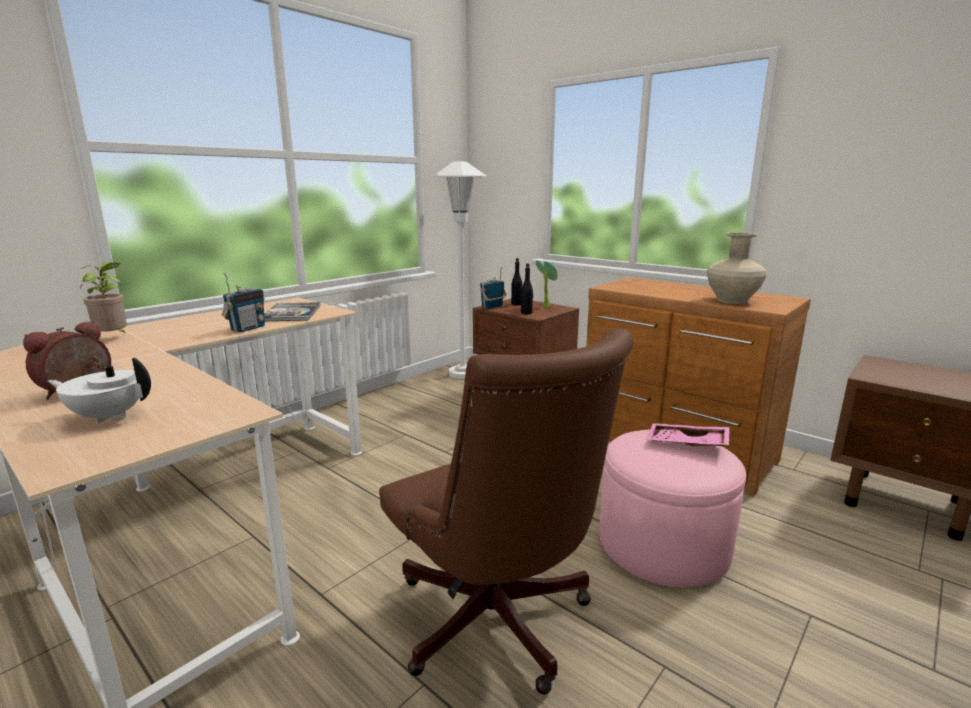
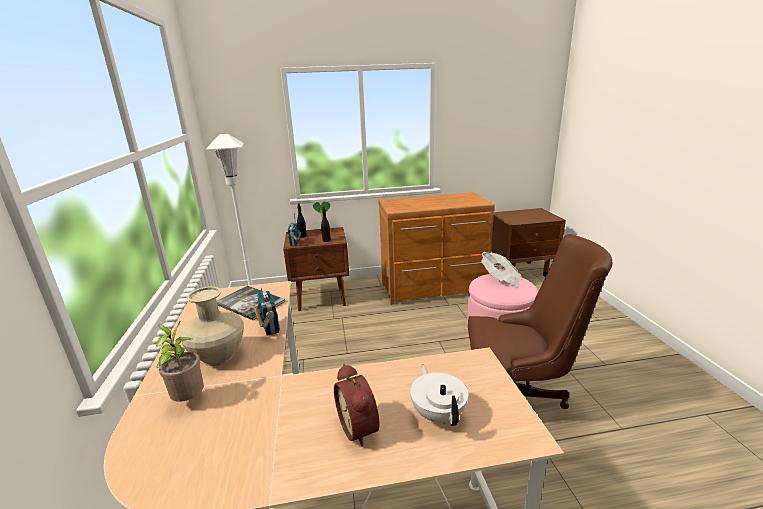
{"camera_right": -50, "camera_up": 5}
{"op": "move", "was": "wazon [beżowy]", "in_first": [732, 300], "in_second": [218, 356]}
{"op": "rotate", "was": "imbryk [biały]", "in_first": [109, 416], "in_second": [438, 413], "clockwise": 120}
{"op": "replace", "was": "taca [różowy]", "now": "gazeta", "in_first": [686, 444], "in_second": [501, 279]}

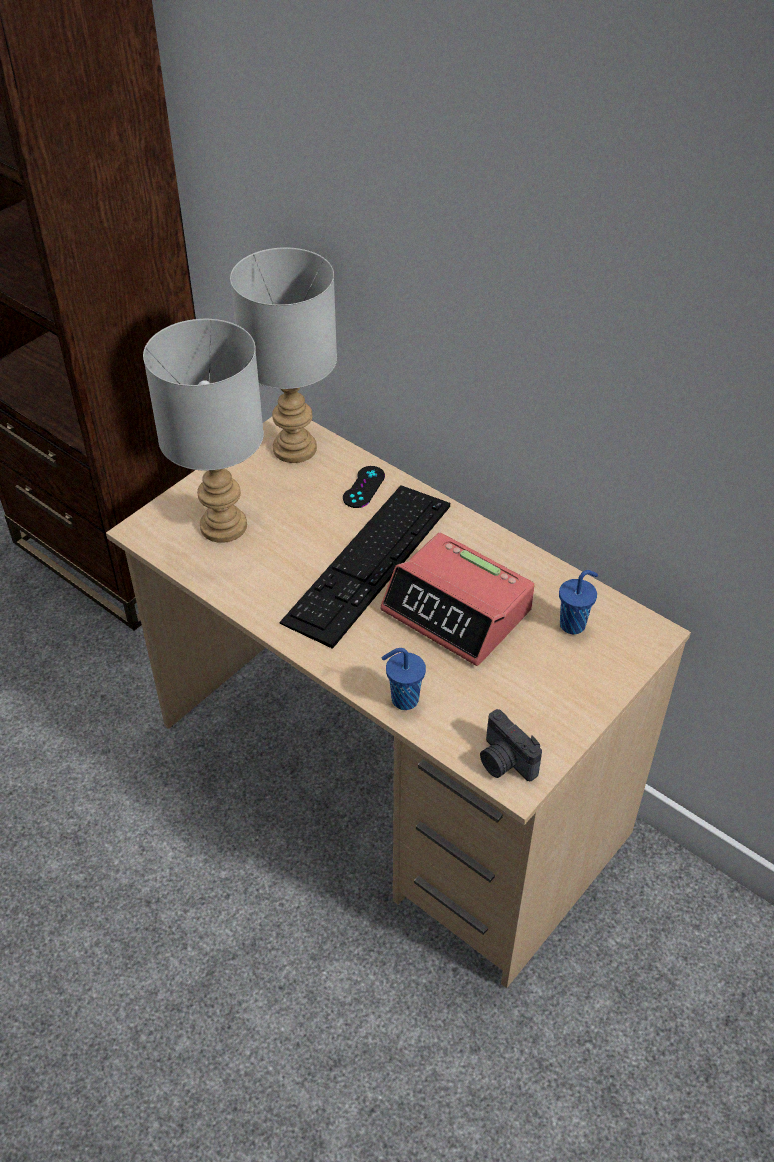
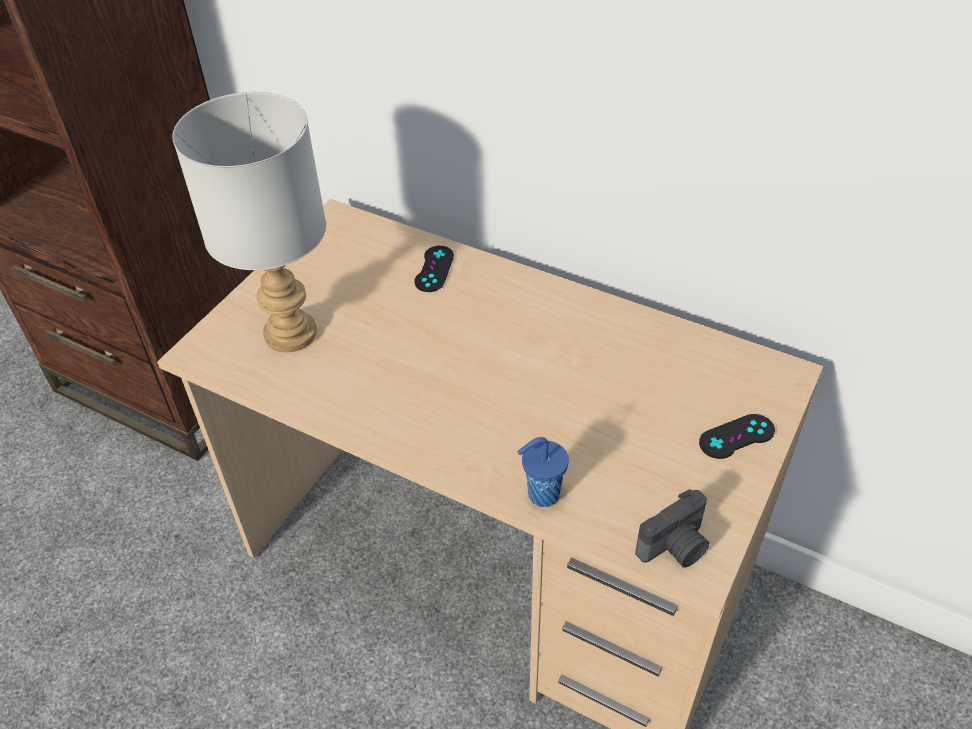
{"camera_right": -10, "camera_up": 0}
{"op": "delete", "was": "lampa stołowa [szary]", "in_first": [296, 448]}
{"op": "delete", "was": "klawiatura", "in_first": [368, 562]}
{"op": "delete", "was": "budzik", "in_first": [457, 611]}
{"op": "delete", "was": "filiżanka [niebieski]", "in_first": [574, 624]}
{"op": "rotate", "was": "aparat fotograficzny", "in_first": [504, 762], "in_second": [676, 547], "clockwise": -75}
{"op": "insert", "now": "pad do gier [czarny]", "in_second": [736, 436]}

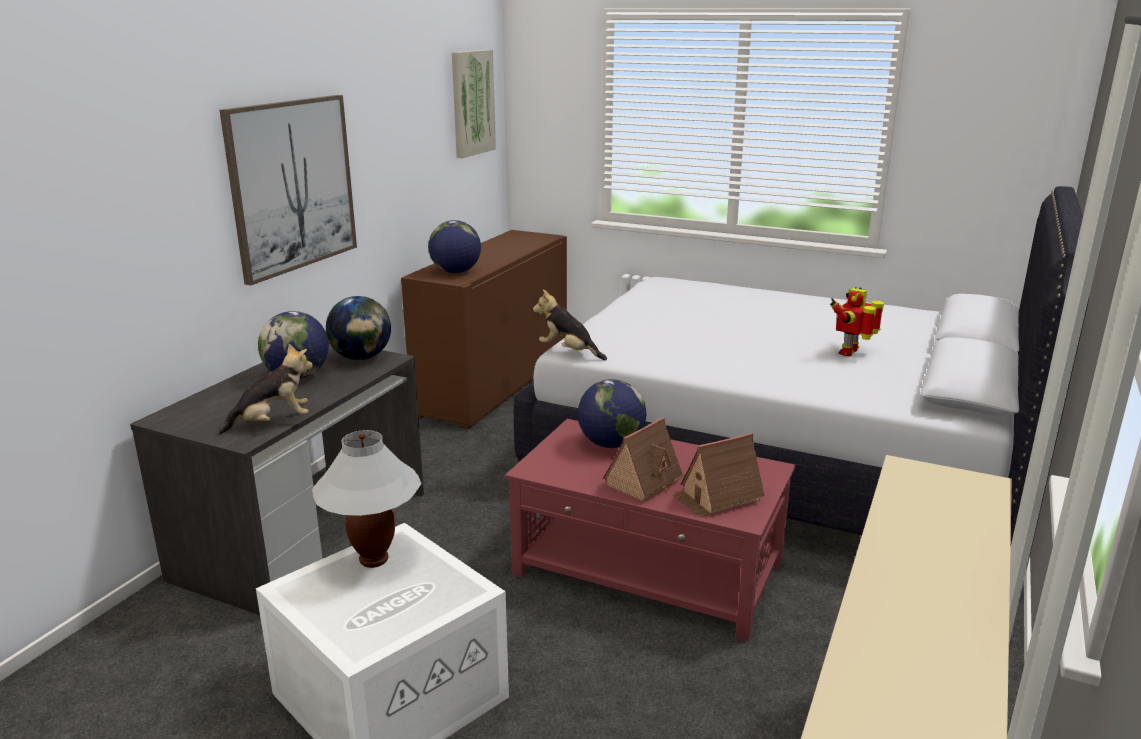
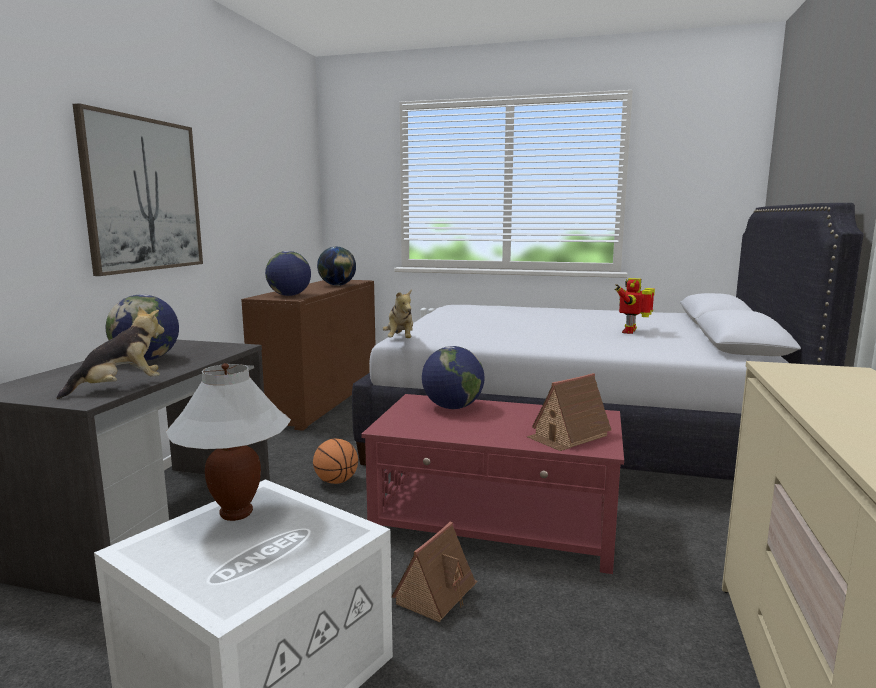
{"camera_right": -10, "camera_up": -10}
{"op": "delete", "was": "obraz", "in_first": [472, 103]}
{"op": "rotate", "was": "pluszak", "in_first": [568, 352], "in_second": [400, 340], "clockwise": -120}
{"op": "move", "was": "globus", "in_first": [361, 358], "in_second": [337, 285]}
{"op": "move", "was": "domek", "in_first": [645, 481], "in_second": [436, 594]}
{"op": "insert", "now": "piłka do koszykówki", "in_second": [336, 481]}

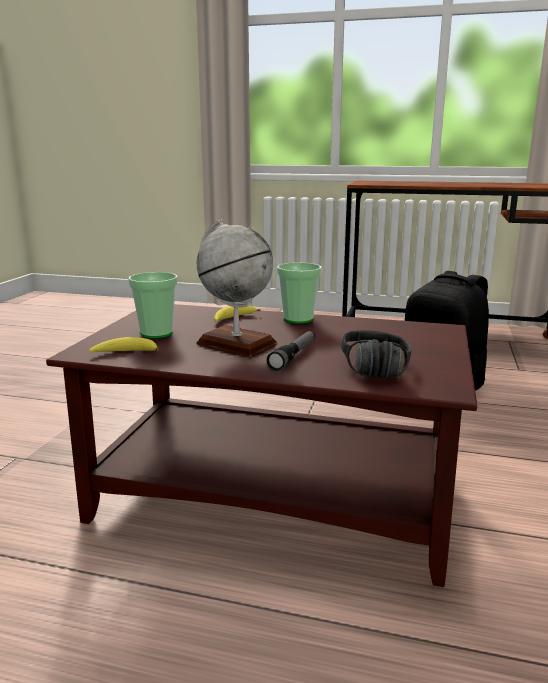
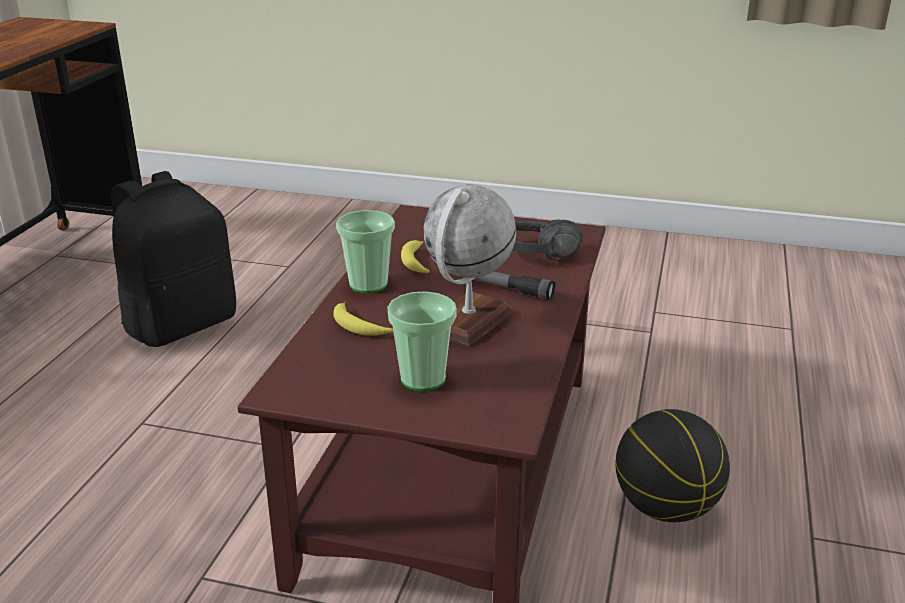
{"camera_right": -90, "camera_up": 10}
{"op": "move", "was": "banan", "in_first": [125, 353], "in_second": [415, 263]}
{"op": "insert", "now": "piłka do koszykówki", "in_second": [666, 507]}

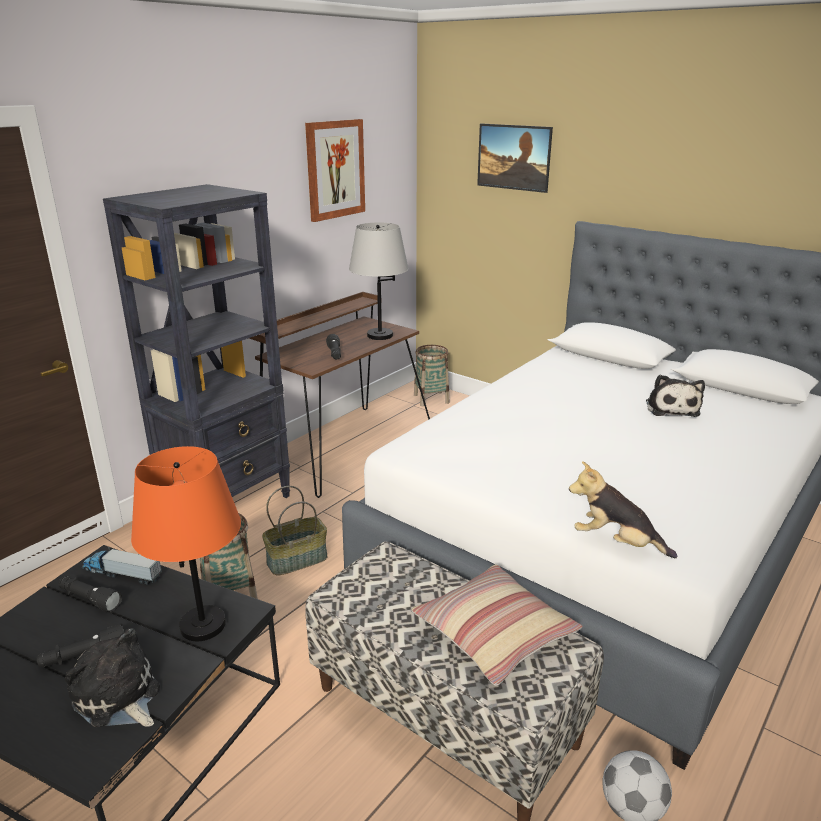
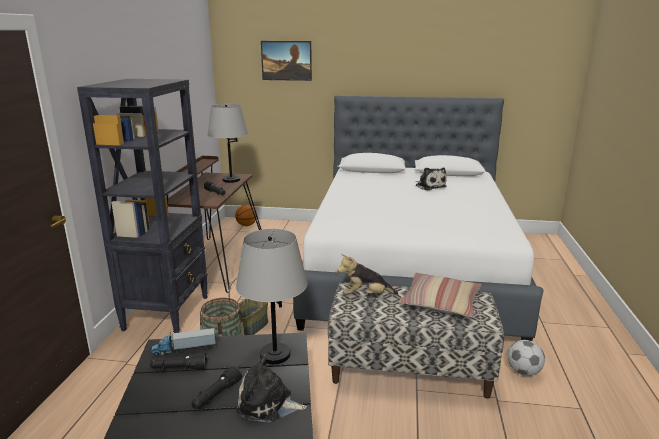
{"camera_right": -30, "camera_up": -5}
{"op": "delete", "was": "obraz", "in_first": [335, 169]}
{"op": "replace", "was": "koszyk", "now": "piłka do koszykówki", "in_first": [431, 399], "in_second": [246, 225]}
{"op": "recolor", "was": "lampa stołowa [pomarańczowy]", "now": "lampa stołowa [szary]", "in_first": [202, 625], "in_second": [274, 355]}
{"op": "move", "was": "pluszak", "in_first": [616, 543], "in_second": [365, 295]}

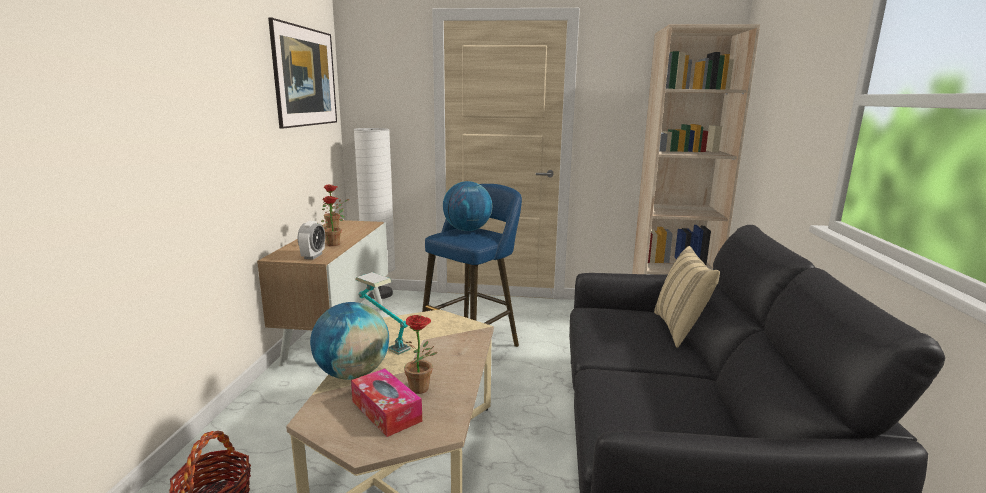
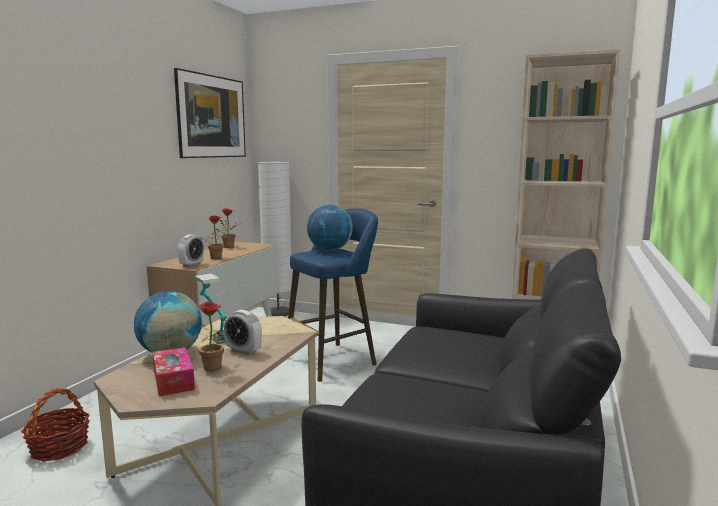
{"camera_right": 15, "camera_up": -5}
{"op": "delete", "was": "poduszka [beżowy]", "in_first": [680, 329]}
{"op": "insert", "now": "budzik", "in_second": [243, 351]}

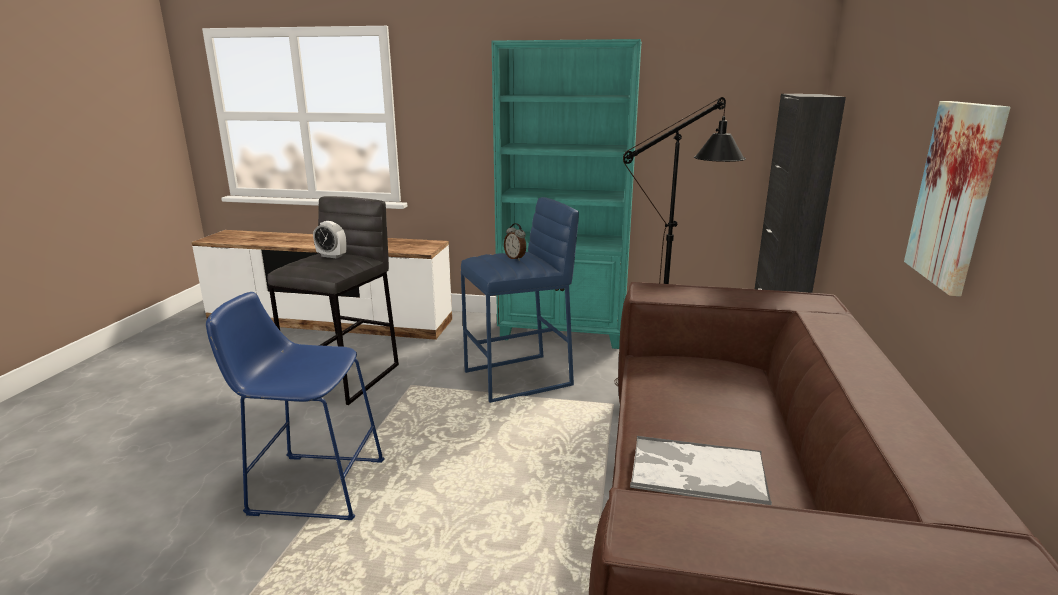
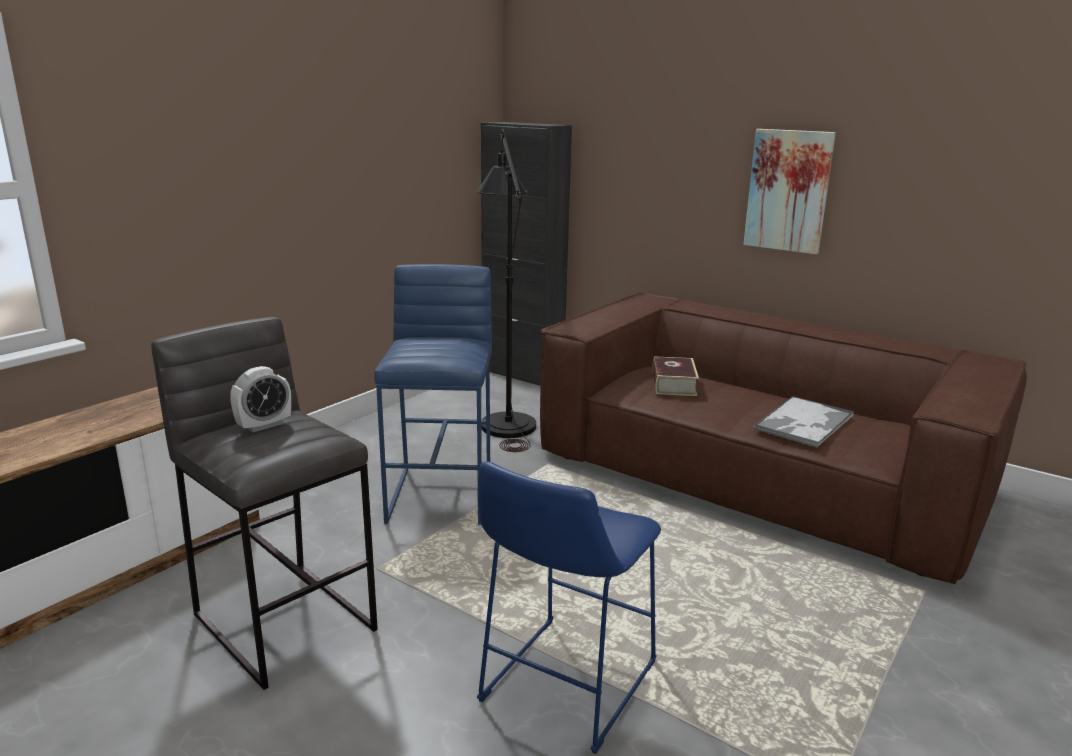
{"camera_right": -65, "camera_up": 0}
{"op": "delete", "was": "regał [turkusowy]", "in_first": [564, 333]}
{"op": "delete", "was": "budzik", "in_first": [515, 258]}
{"op": "insert", "now": "książka", "in_second": [673, 384]}

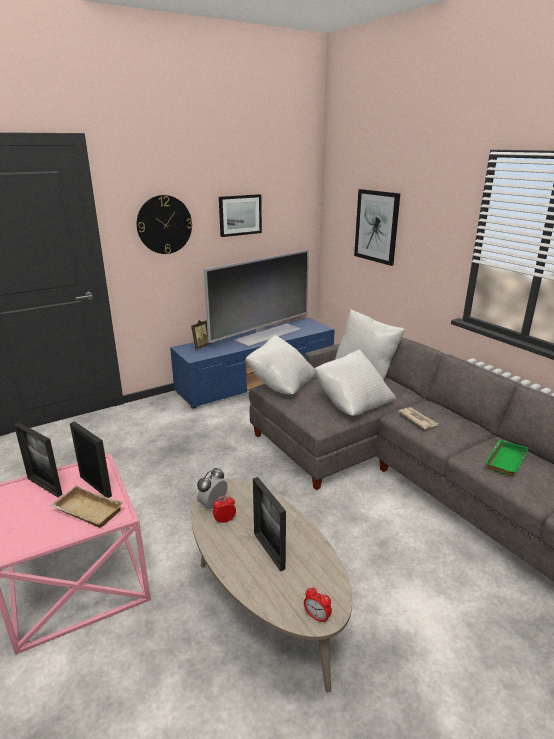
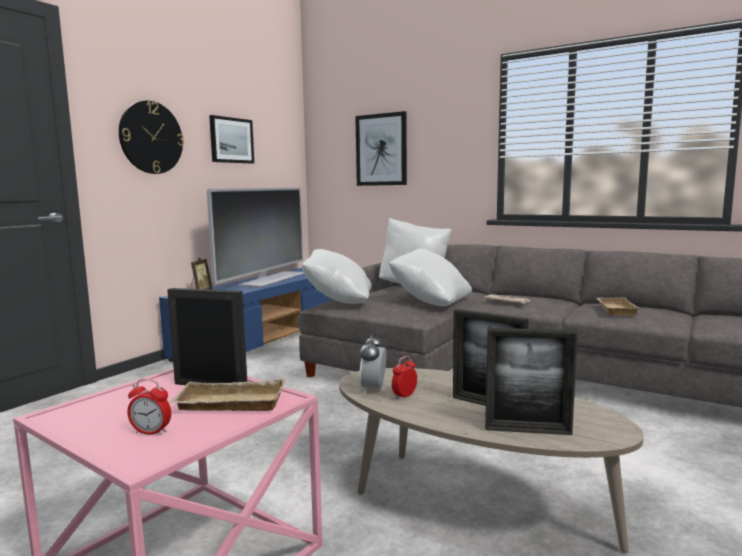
{"camera_right": -25, "camera_up": -15}
{"op": "move", "was": "ramka na zdjęcie", "in_first": [44, 486], "in_second": [527, 430]}
{"op": "recolor", "was": "taca [zielony]", "now": "taca [beżowy]", "in_first": [504, 460], "in_second": [614, 309]}
{"op": "move", "was": "budzik", "in_first": [317, 617], "in_second": [151, 432]}

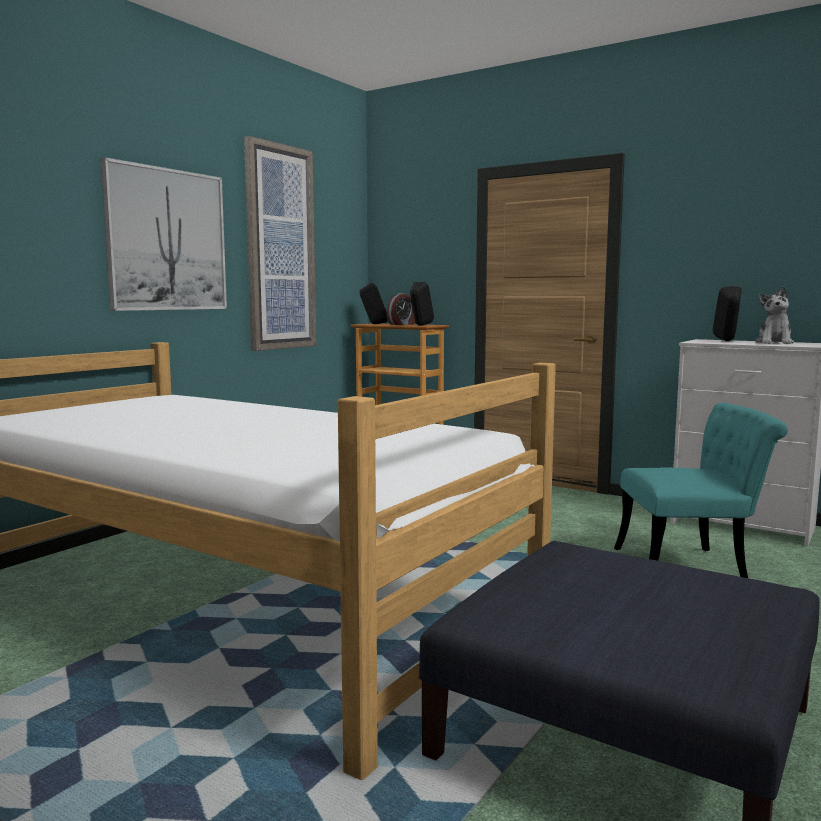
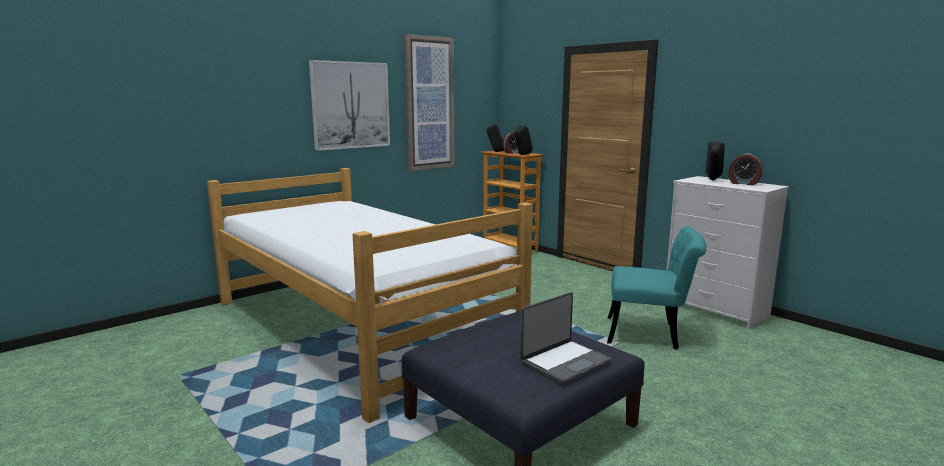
{"camera_right": 15, "camera_up": 5}
{"op": "replace", "was": "pluszak", "now": "budzik", "in_first": [774, 342], "in_second": [743, 183]}
{"op": "insert", "now": "laptop", "in_second": [564, 362]}

